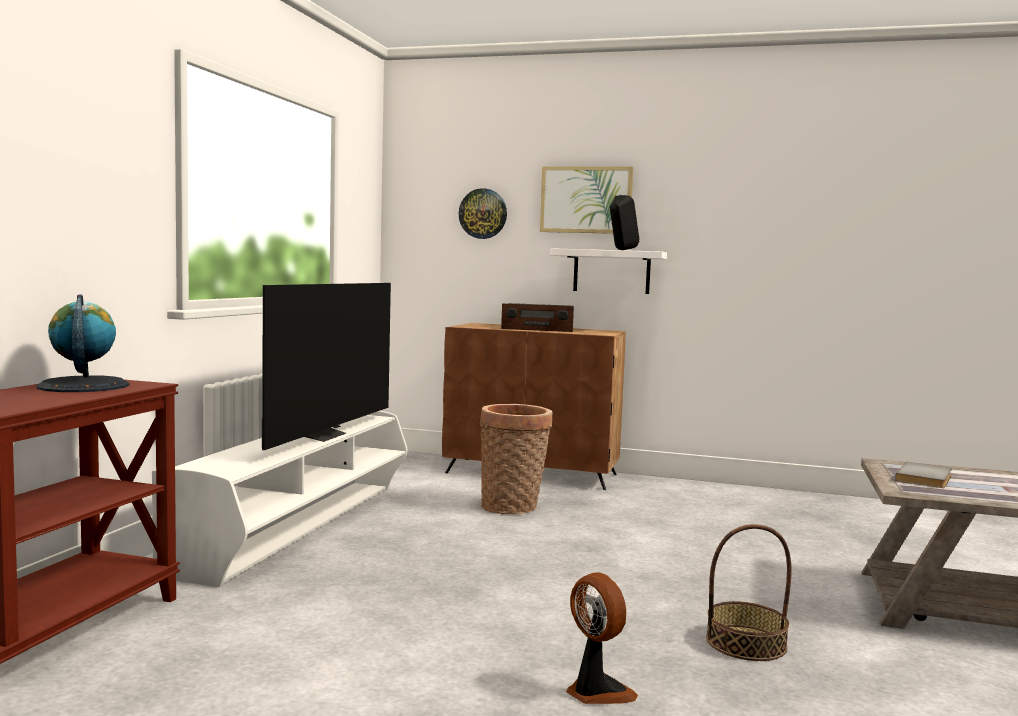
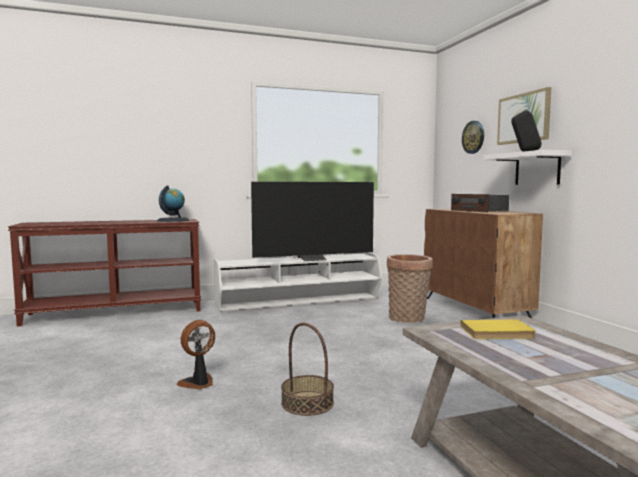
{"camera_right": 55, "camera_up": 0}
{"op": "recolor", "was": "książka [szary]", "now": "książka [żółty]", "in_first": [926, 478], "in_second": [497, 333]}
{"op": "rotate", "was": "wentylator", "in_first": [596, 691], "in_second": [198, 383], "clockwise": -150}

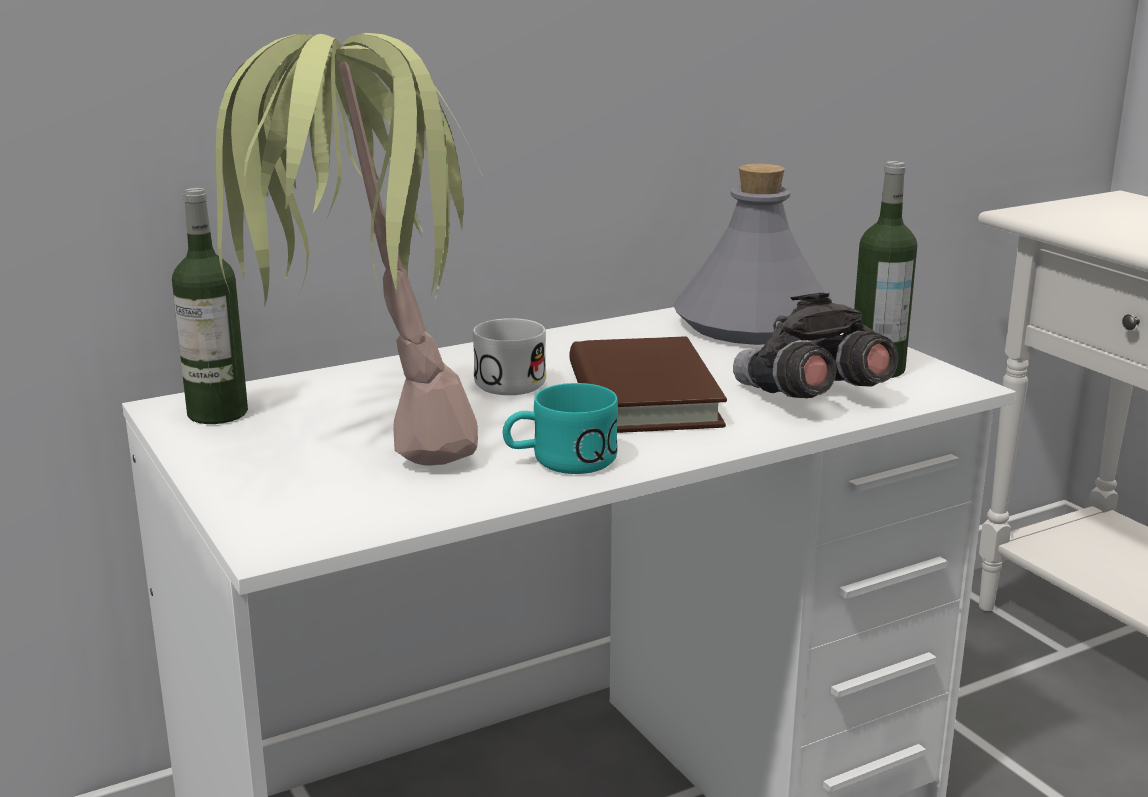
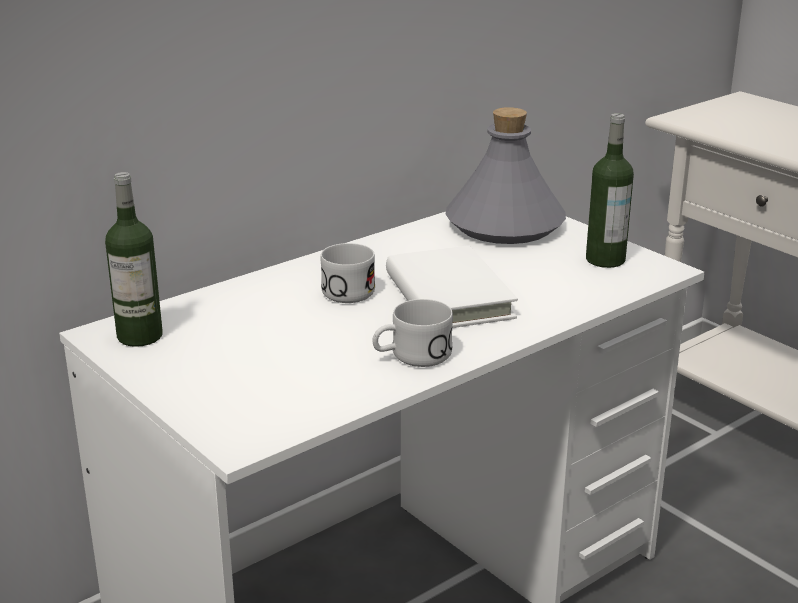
{"camera_right": -10, "camera_up": 5}
{"op": "delete", "was": "roślina doniczkowa", "in_first": [361, 441]}
{"op": "delete", "was": "lornetka [szary]", "in_first": [809, 397]}
{"op": "recolor", "was": "książka [brązowy]", "now": "książka [biały]", "in_first": [642, 396], "in_second": [448, 296]}
{"op": "recolor", "was": "kubek [turkusowy]", "now": "kubek [biały]", "in_first": [560, 460], "in_second": [411, 356]}

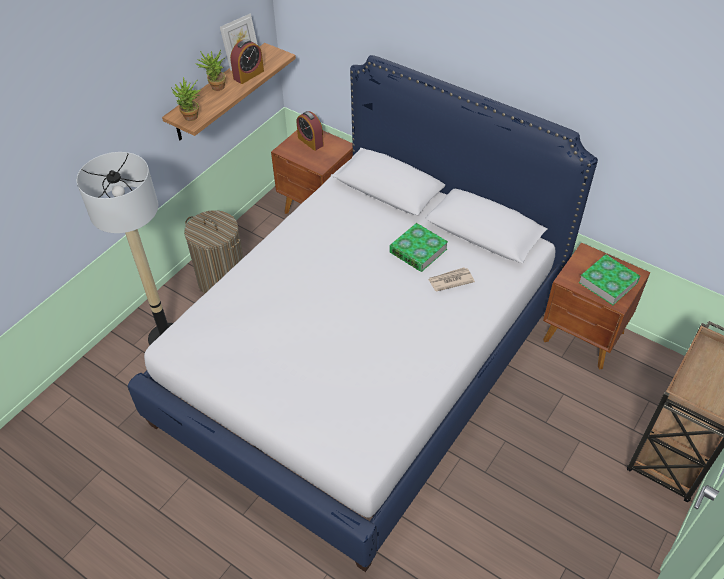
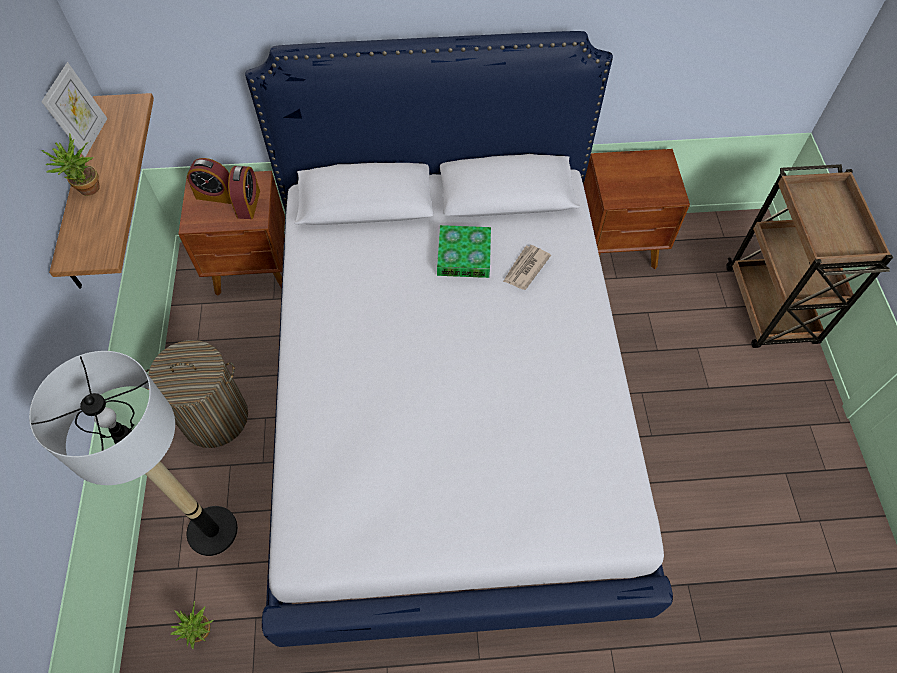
{"camera_right": -40, "camera_up": 10}
{"op": "move", "was": "budzik", "in_first": [248, 75], "in_second": [248, 204]}
{"op": "move", "was": "roślina doniczkowa", "in_first": [191, 118], "in_second": [203, 633]}
{"op": "delete", "was": "książka", "in_first": [608, 282]}

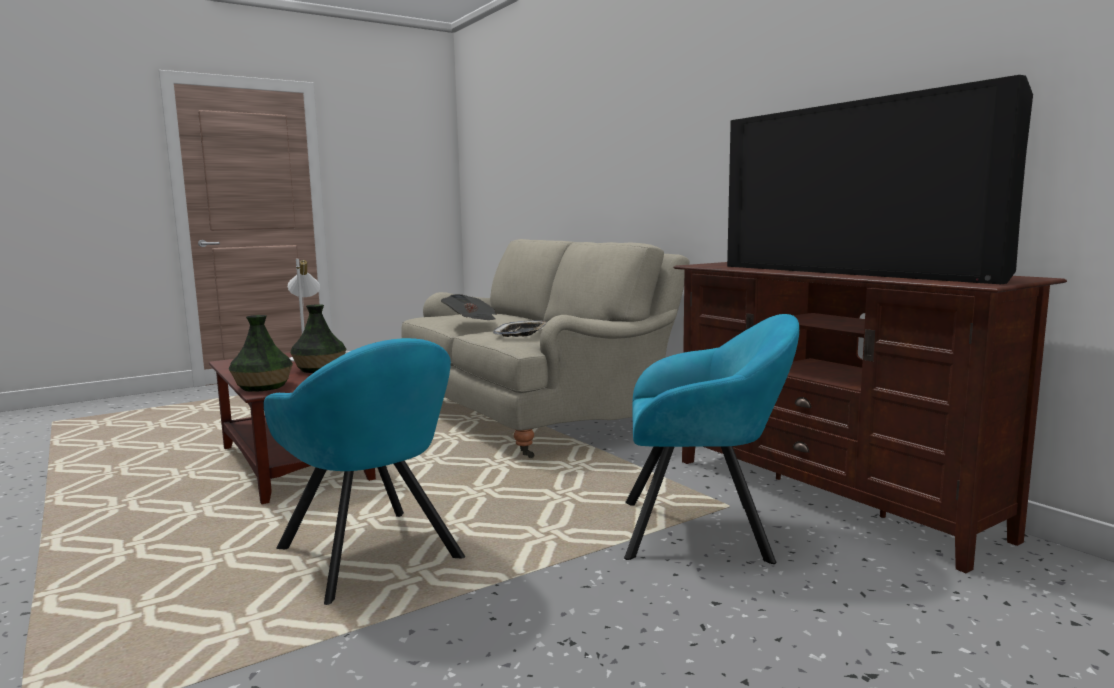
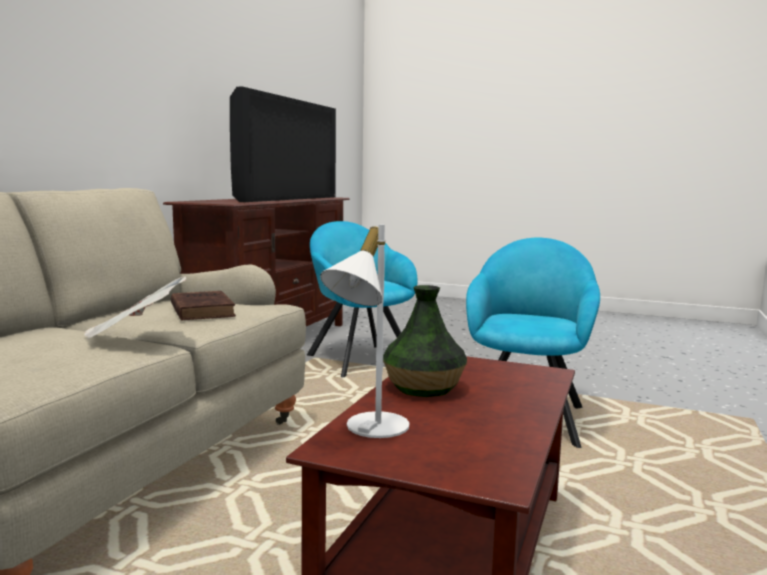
{"camera_right": -125, "camera_up": 0}
{"op": "delete", "was": "wazon", "in_first": [263, 387]}
{"op": "replace", "was": "taca", "now": "książka [brązowy]", "in_first": [522, 333], "in_second": [202, 310]}

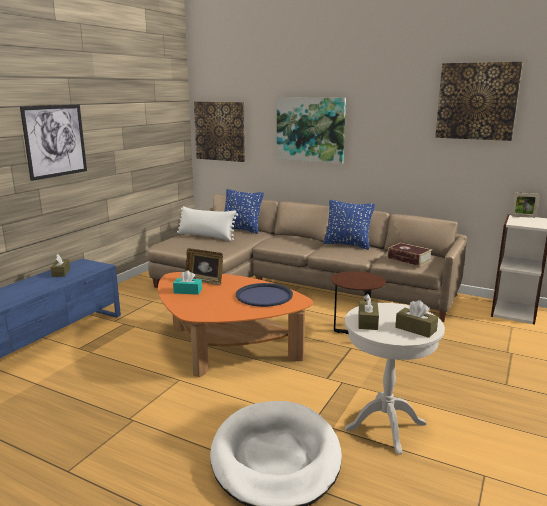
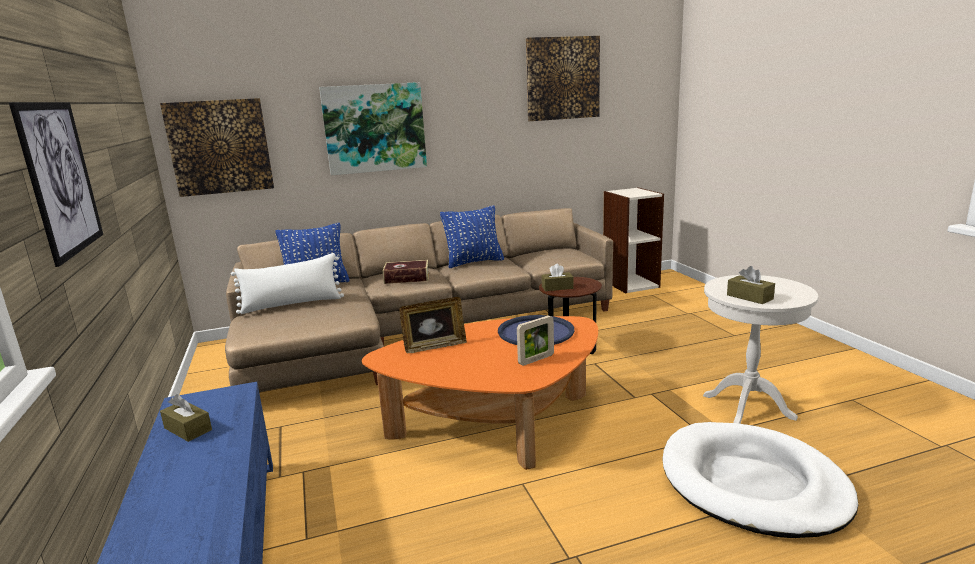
{"camera_right": -45, "camera_up": 0}
{"op": "move", "was": "ramka na zdjęcie", "in_first": [523, 216], "in_second": [536, 359]}
{"op": "move", "was": "książka", "in_first": [409, 259], "in_second": [407, 278]}
{"op": "delete", "was": "pudełko chusteczek [turkusowy]", "in_first": [188, 291]}
{"op": "move", "was": "pudełko chusteczek [brązowy]", "in_first": [415, 329], "in_second": [557, 287]}

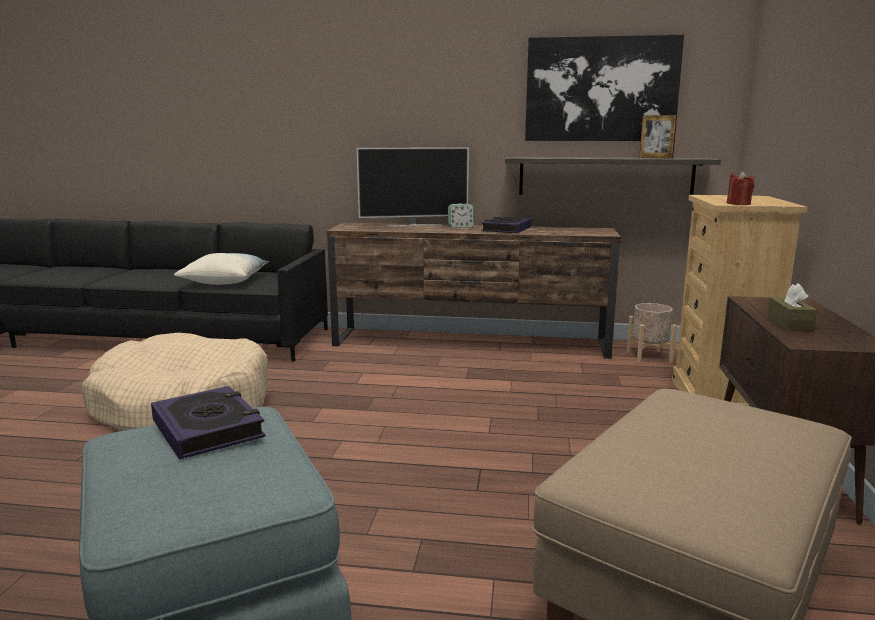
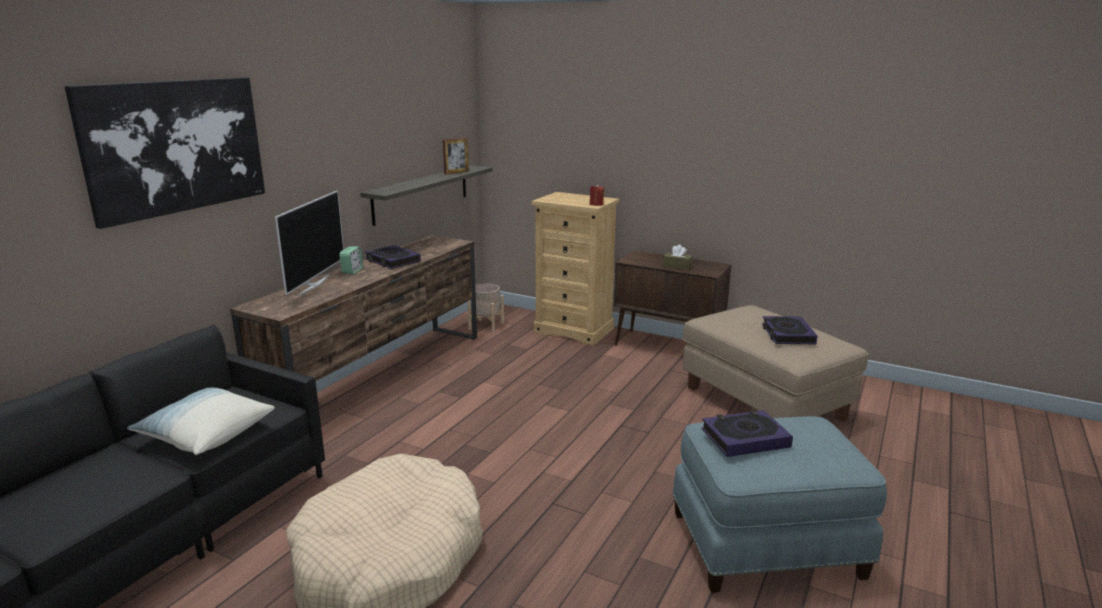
{"camera_right": -70, "camera_up": 5}
{"op": "move", "was": "obraz", "in_first": [601, 89], "in_second": [176, 146]}
{"op": "insert", "now": "książka", "in_second": [787, 334]}

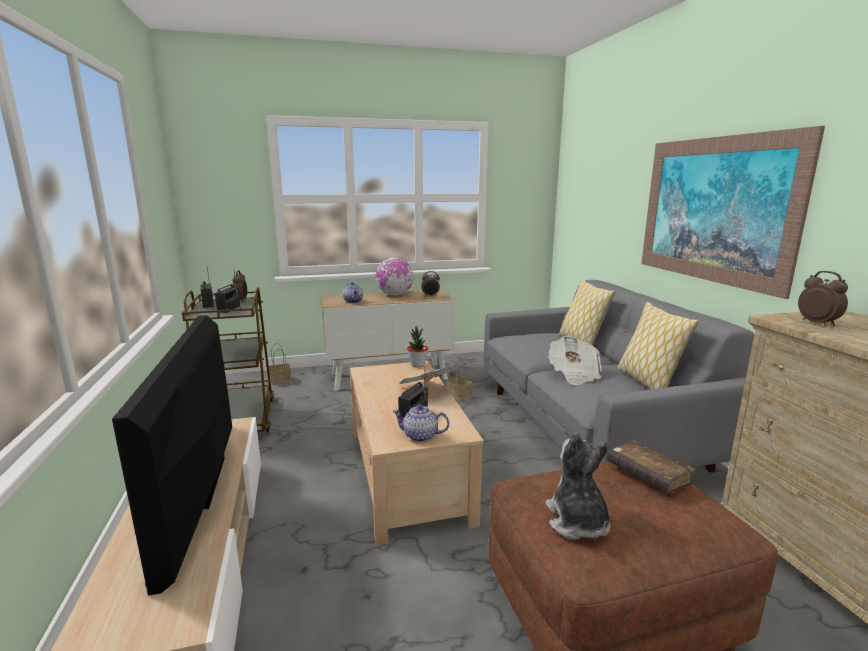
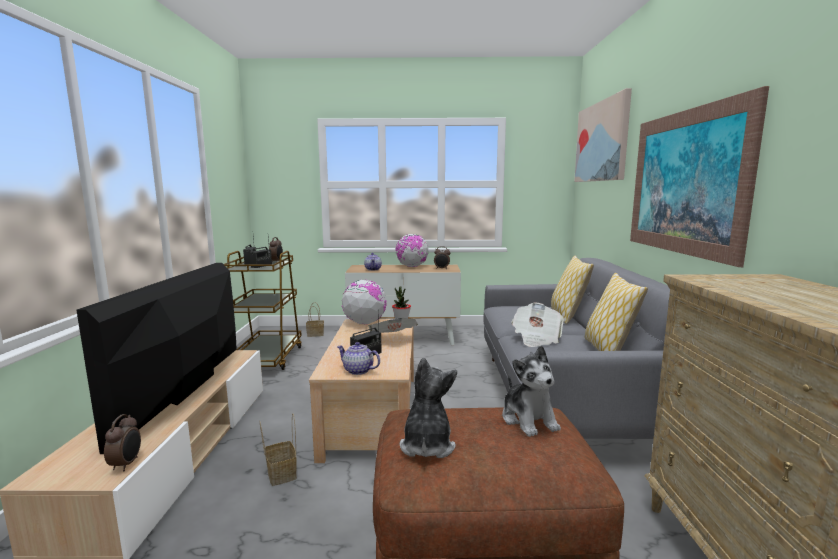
{"camera_right": 15, "camera_up": -5}
{"op": "move", "was": "budzik", "in_first": [817, 323], "in_second": [127, 464]}
{"op": "move", "was": "koszyk", "in_first": [458, 396], "in_second": [280, 473]}
{"op": "replace", "was": "książka [brązowy]", "now": "pluszak", "in_first": [648, 475], "in_second": [528, 420]}
{"op": "insert", "now": "obraz", "in_second": [602, 141]}
{"op": "insert", "now": "globus", "in_second": [364, 323]}

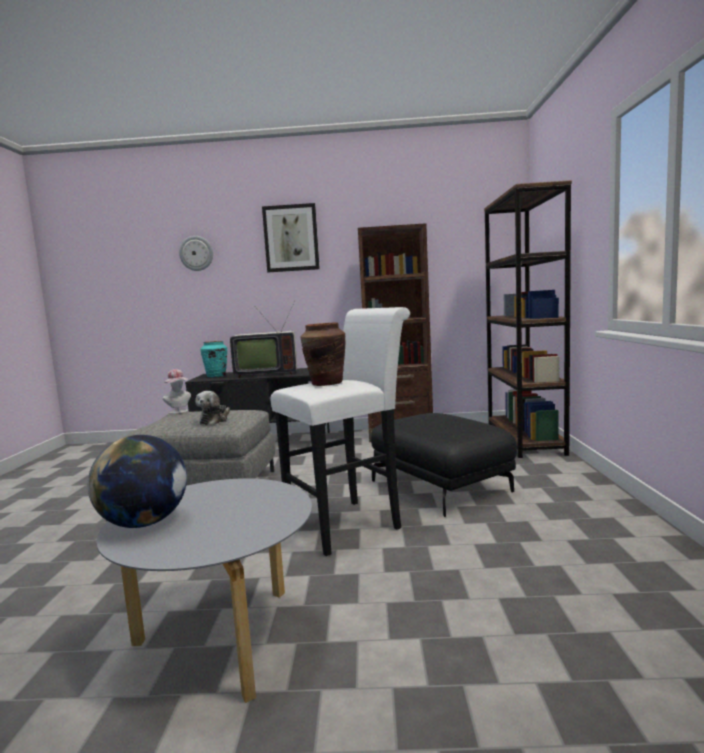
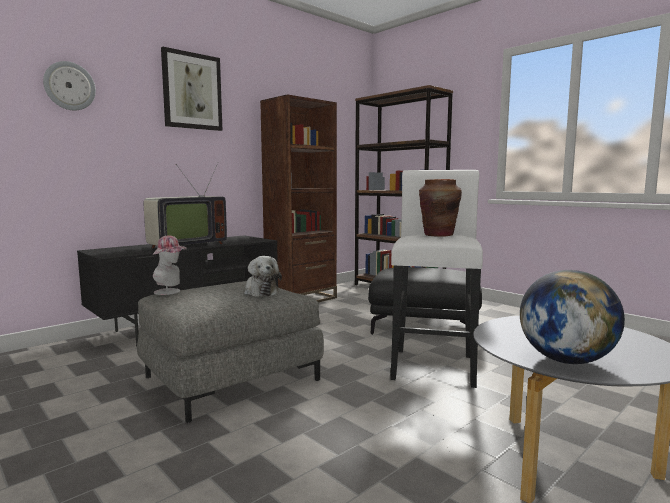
{"camera_right": -45, "camera_up": 0}
{"op": "delete", "was": "wazon [turkusowy]", "in_first": [216, 376]}

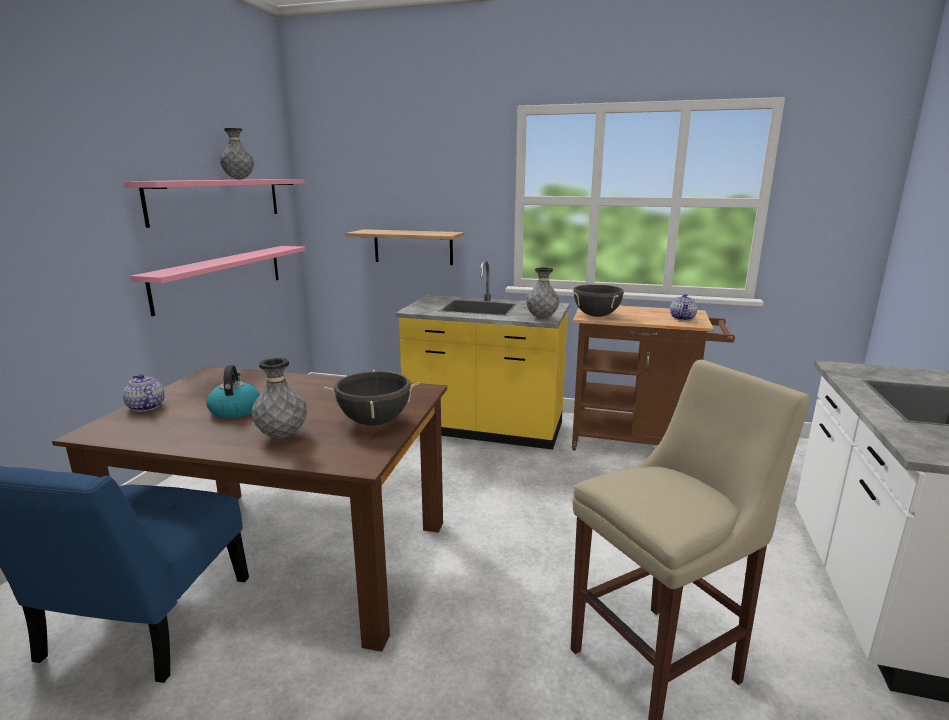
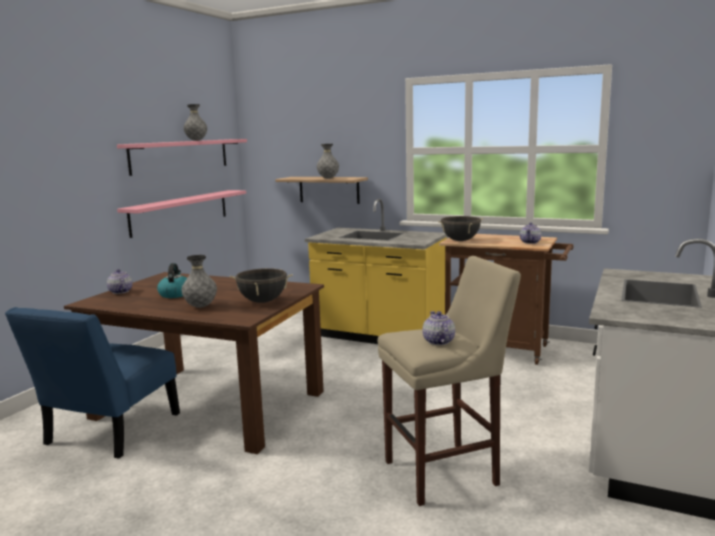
{"camera_right": 10, "camera_up": -5}
{"op": "move", "was": "wazon [szary]", "in_first": [542, 318], "in_second": [328, 178]}
{"op": "insert", "now": "imbryk", "in_second": [438, 341]}

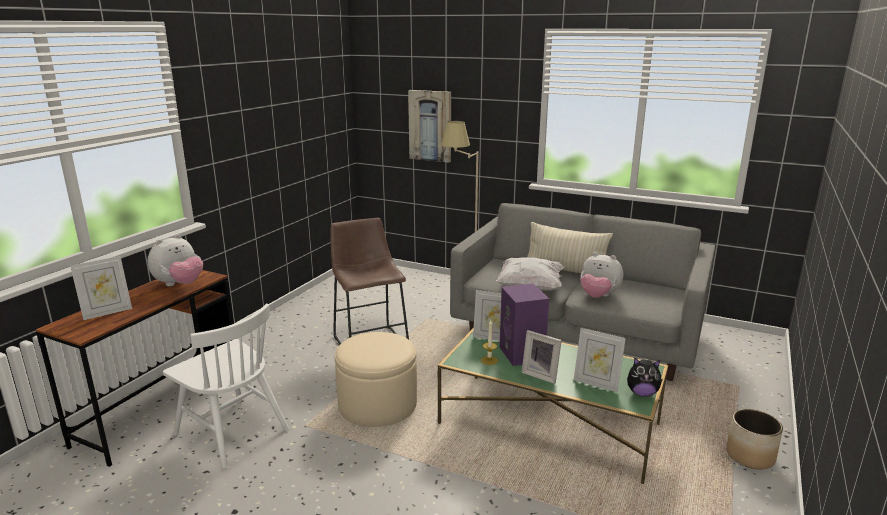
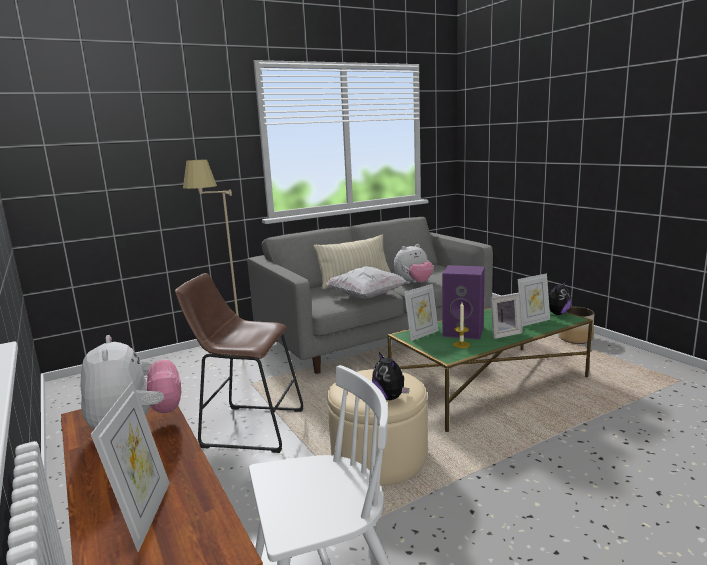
{"camera_right": -55, "camera_up": -5}
{"op": "delete", "was": "obraz", "in_first": [430, 125]}
{"op": "insert", "now": "pluszak", "in_second": [390, 397]}

